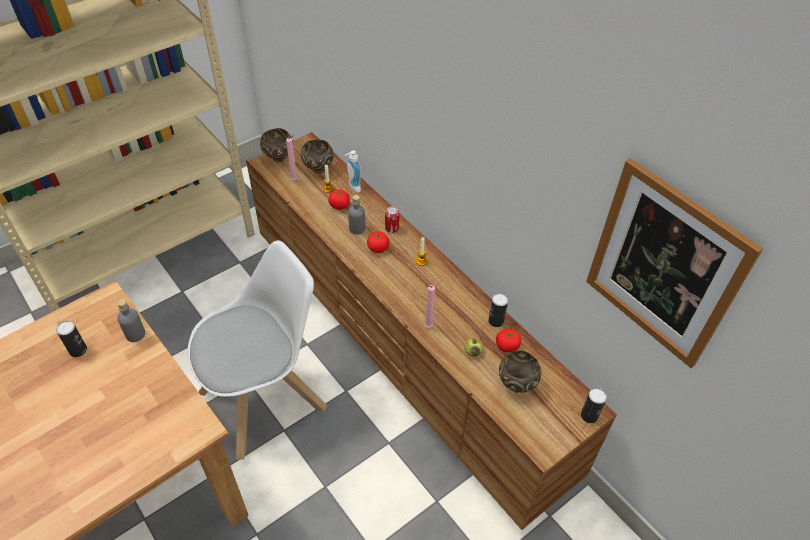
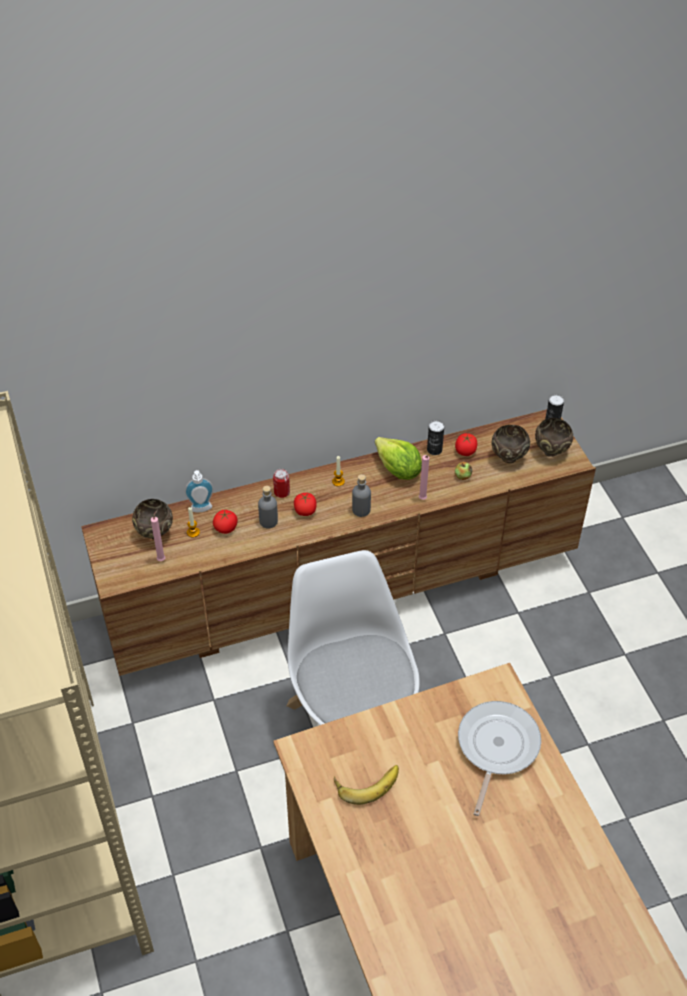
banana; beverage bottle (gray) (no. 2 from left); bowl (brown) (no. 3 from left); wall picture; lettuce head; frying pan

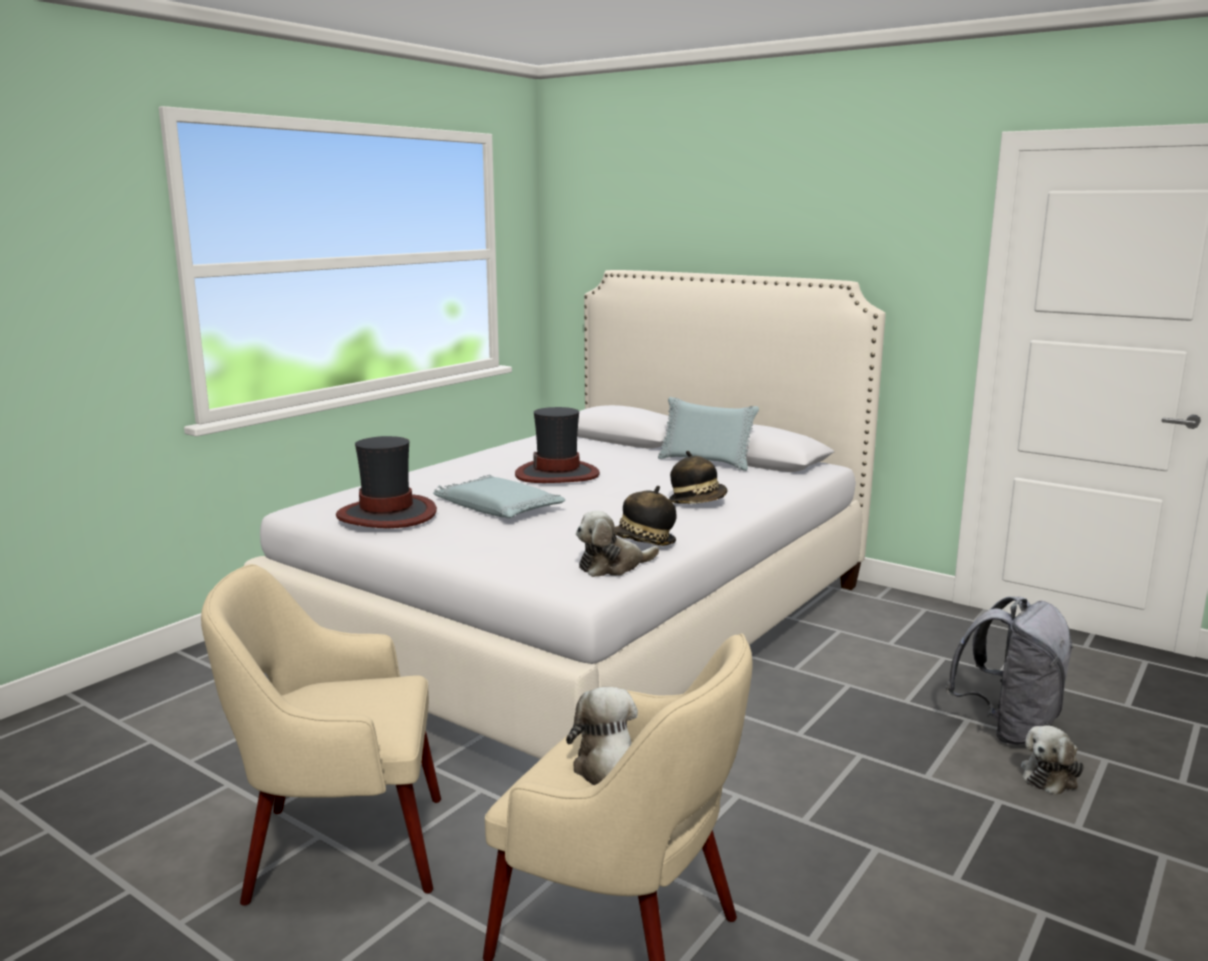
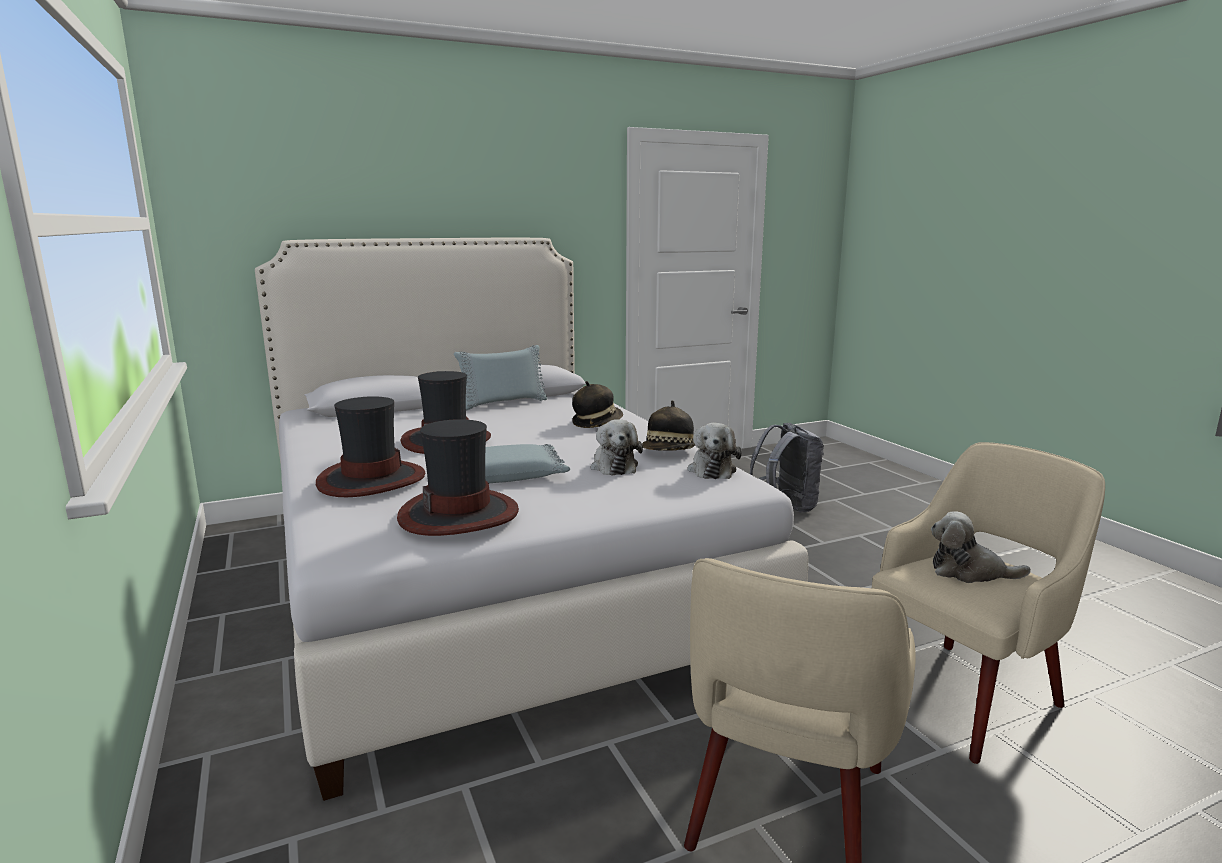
plush toy (no. 1 from left); hat (no. 1 from left)

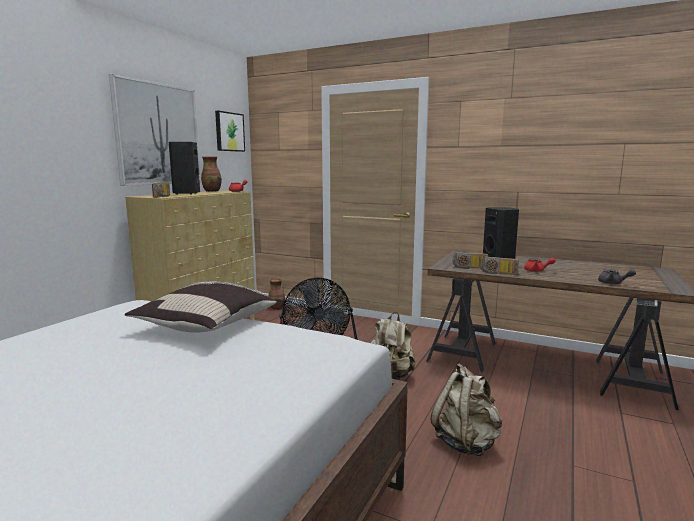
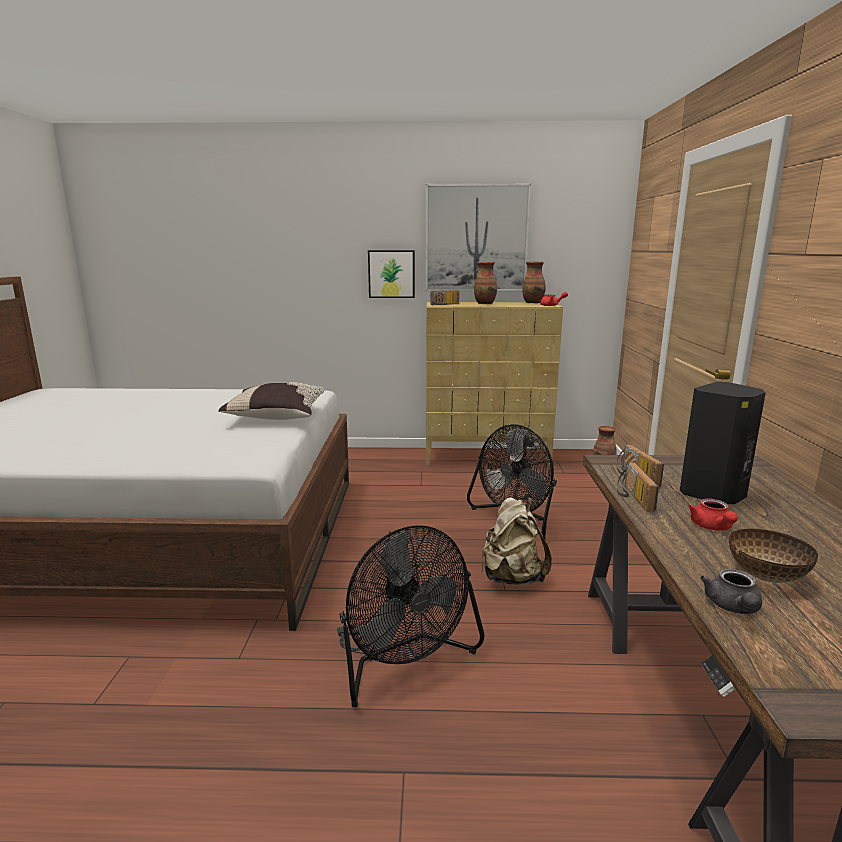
vase (no. 1 from left); wall picture (no. 1 from left); fan (black-coloured) (no. 1 from left); bowl

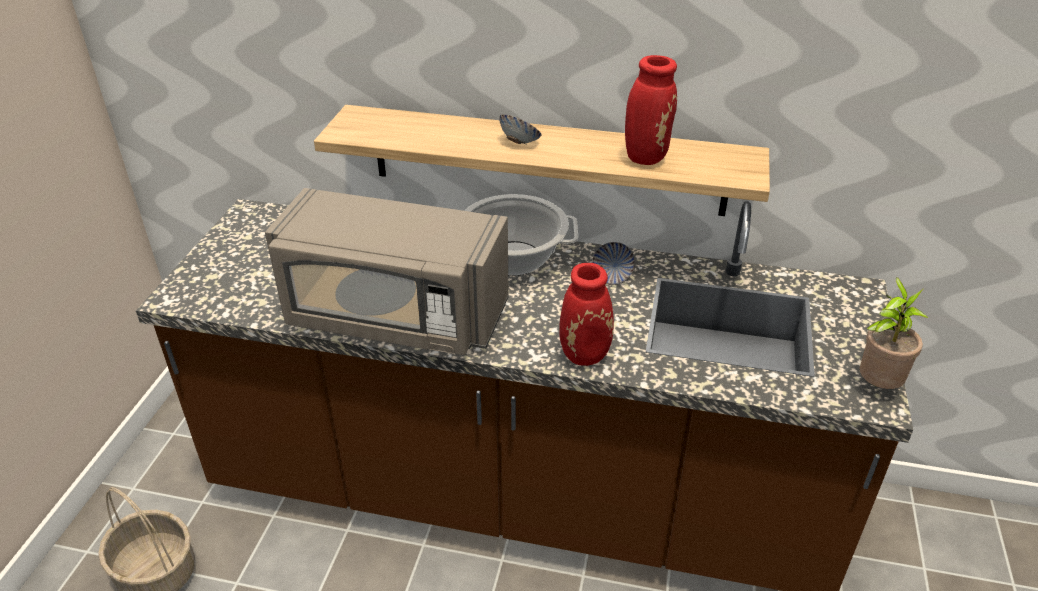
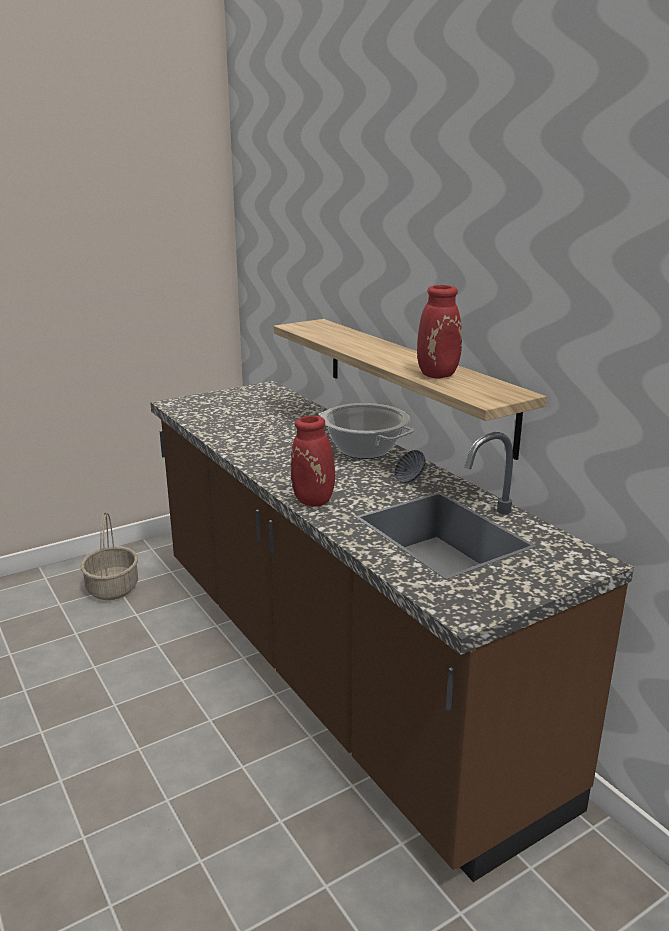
kitchen microwave (gray); bowl (no. 1 from left in the first image); plant in a pot

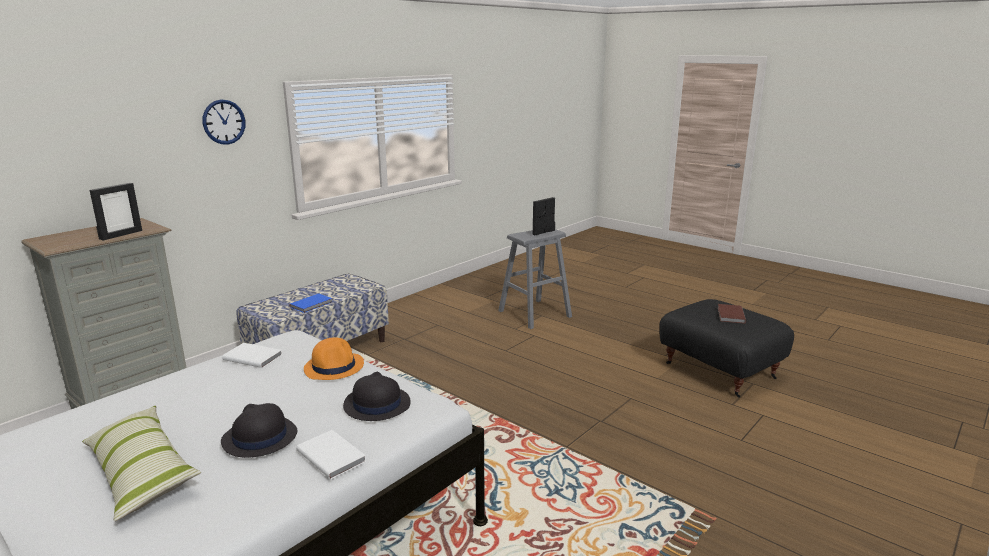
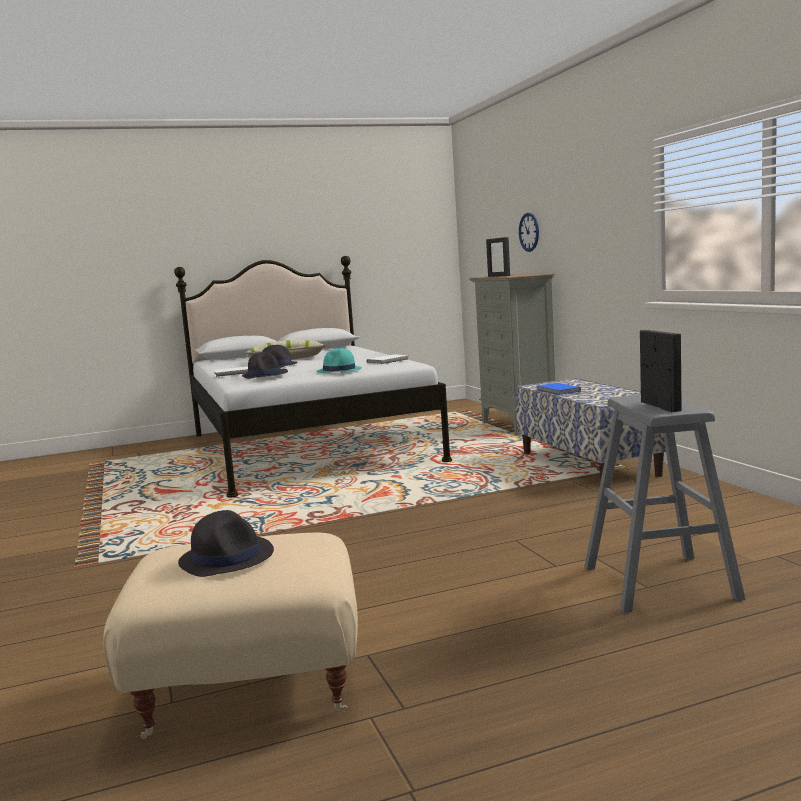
wall clock; hat (turquoise); ottoman (beige); hat (black-coloured) (no. 1 from left)

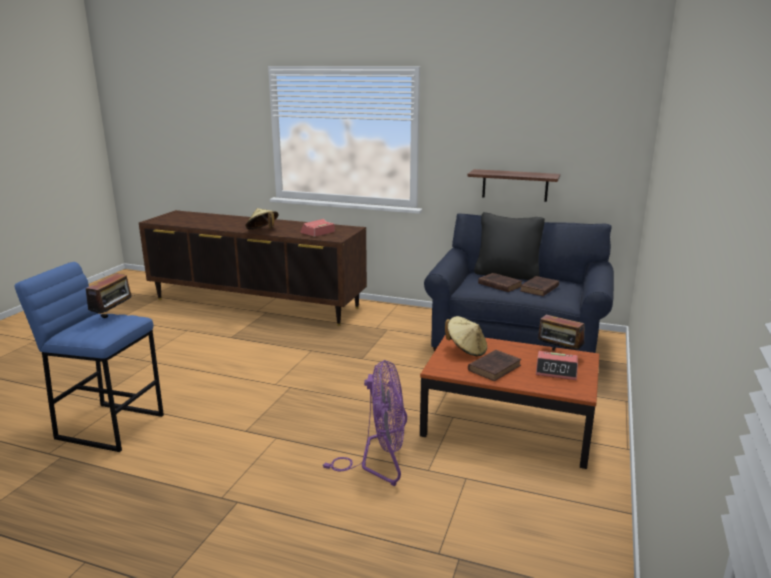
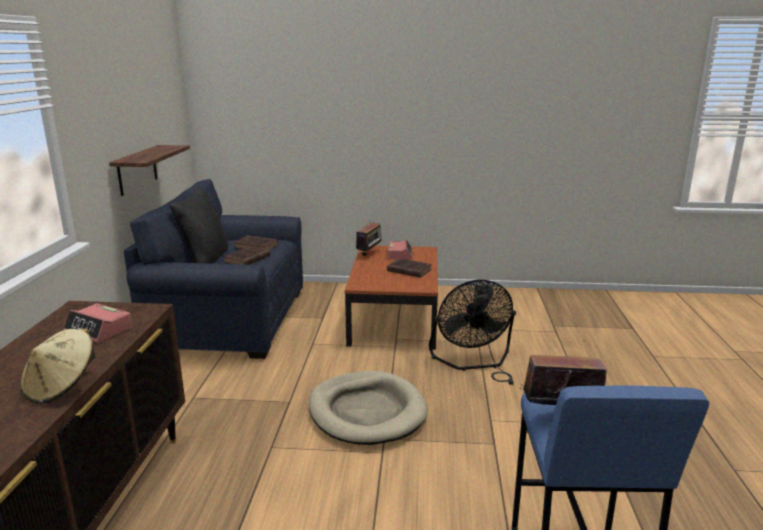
fan (black-coloured); hat (beige) (no. 2 from left in the first image); dog cushion (beige)

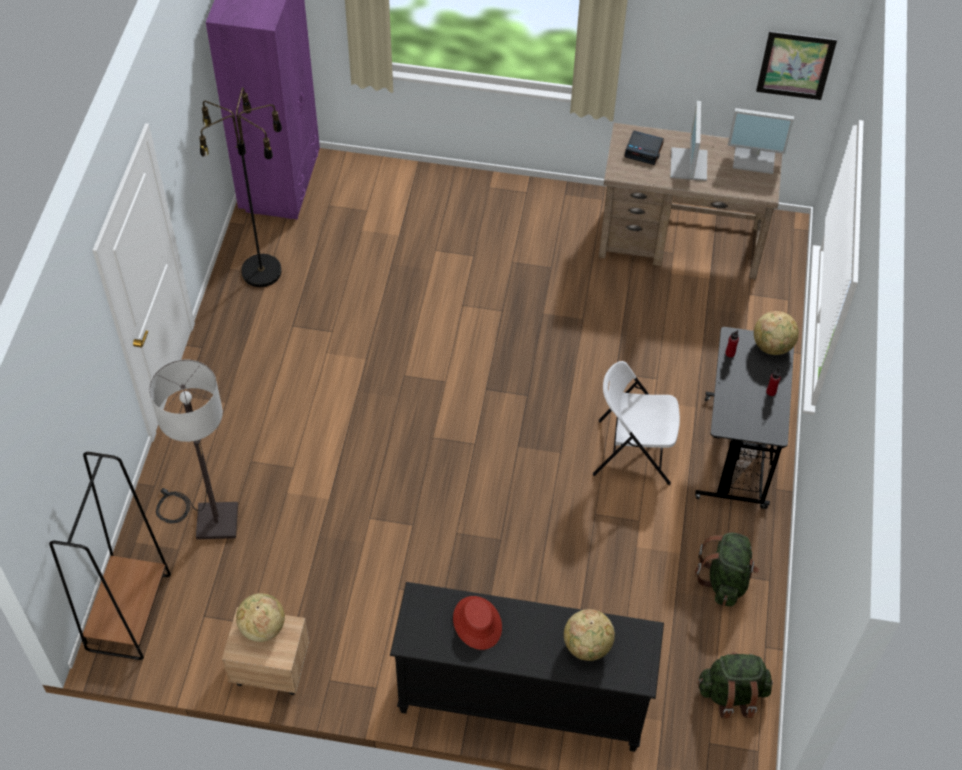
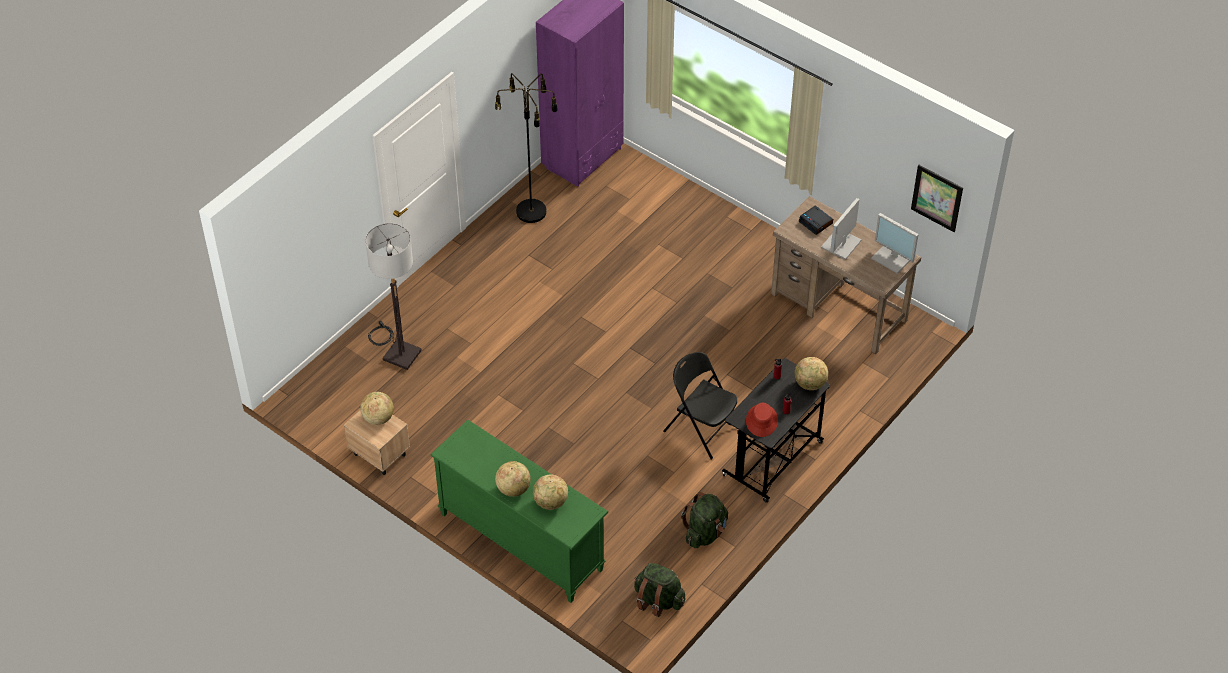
garment stand; drawer chest (greenish); hat (red); upright chair (black-coloured); desk globe (no. 2 from left)

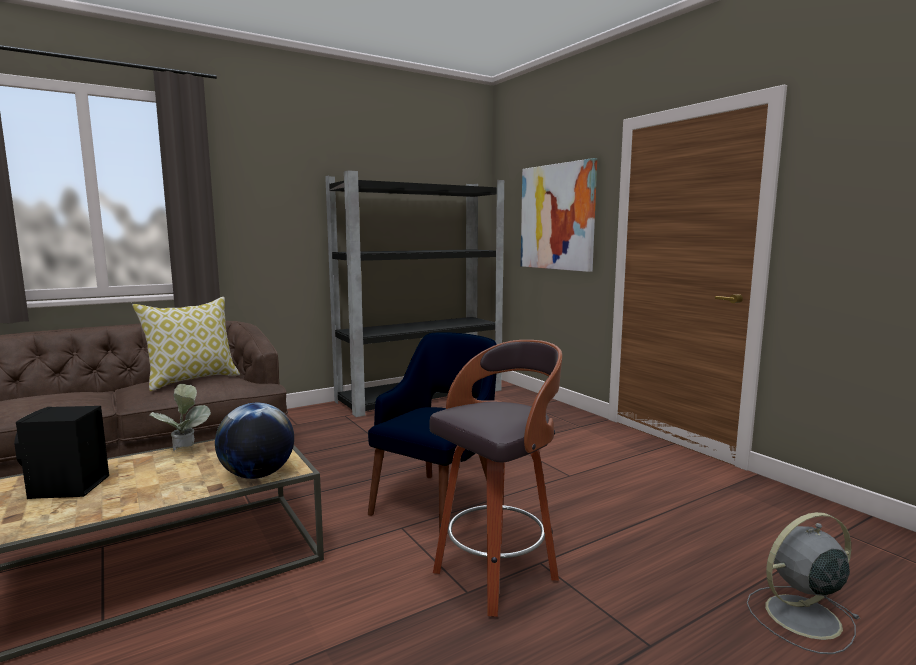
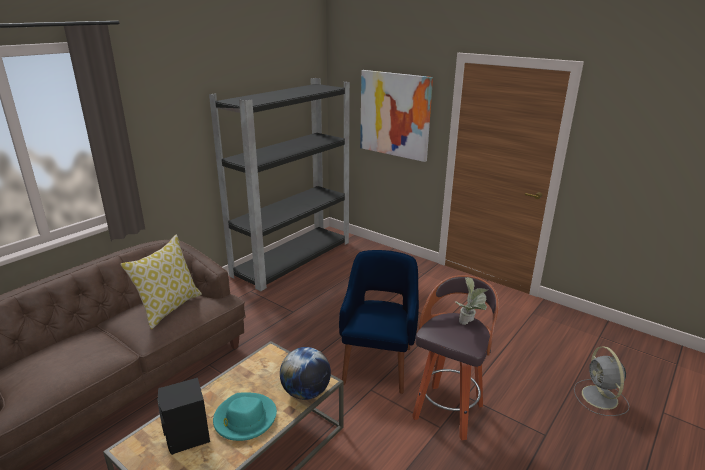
plant in a pot; fan (gray); hat (turquoise)

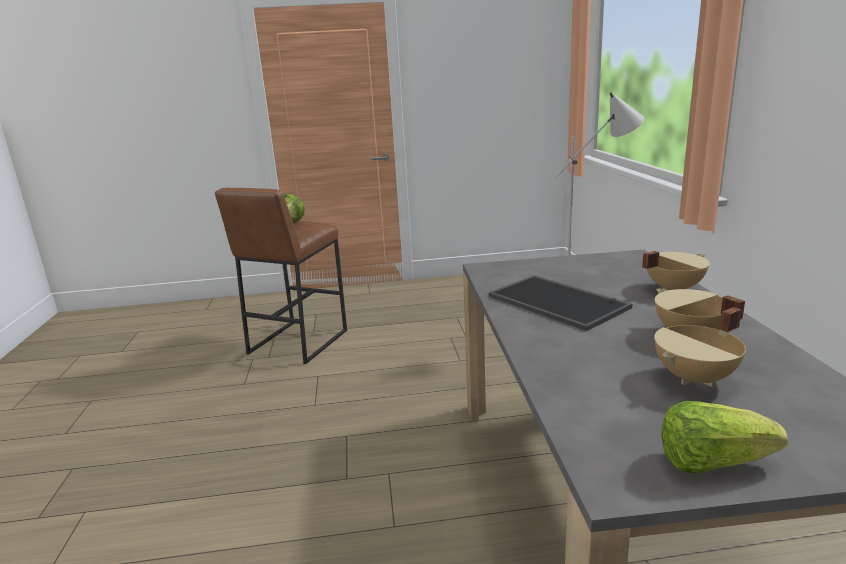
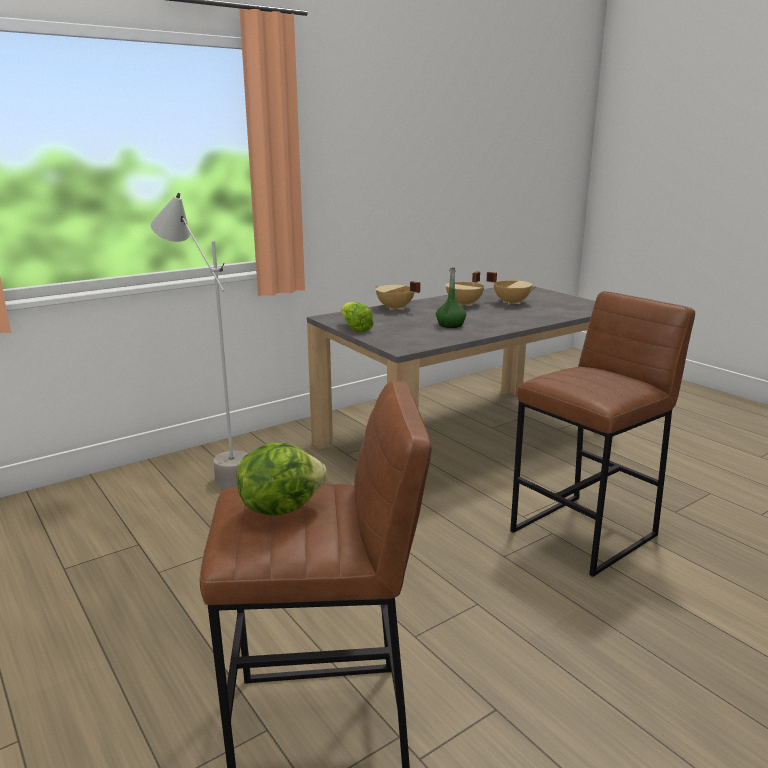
beverage bottle (greenish); lettuce head (no. 2 from left); stool (brown) (no. 2 from left)

